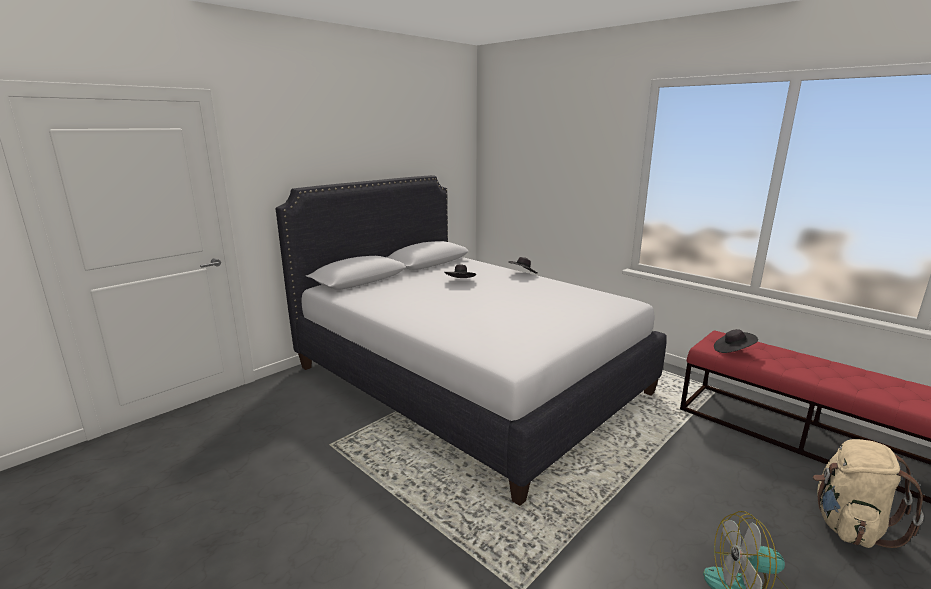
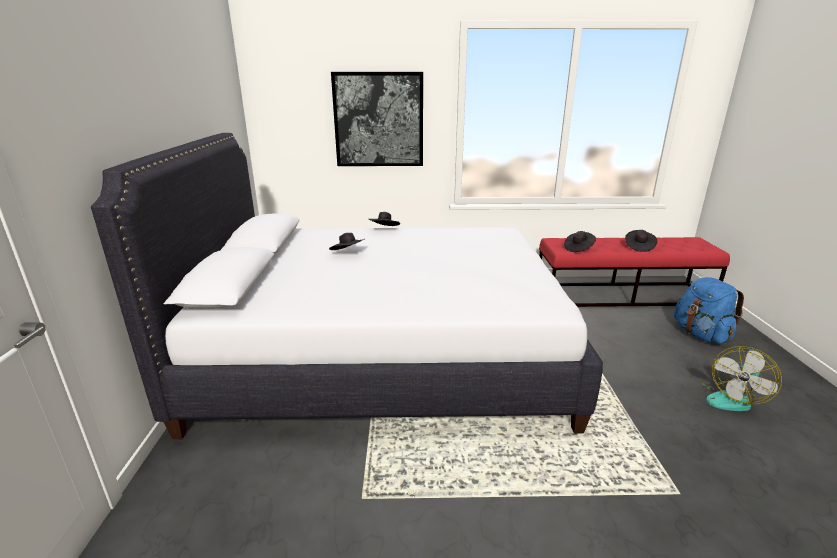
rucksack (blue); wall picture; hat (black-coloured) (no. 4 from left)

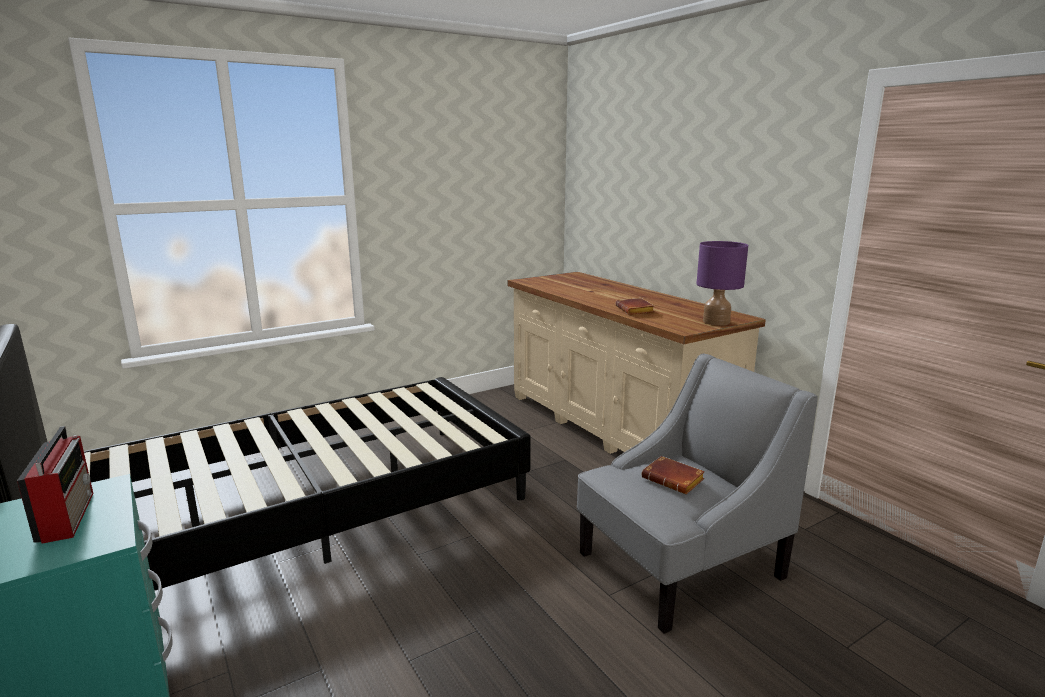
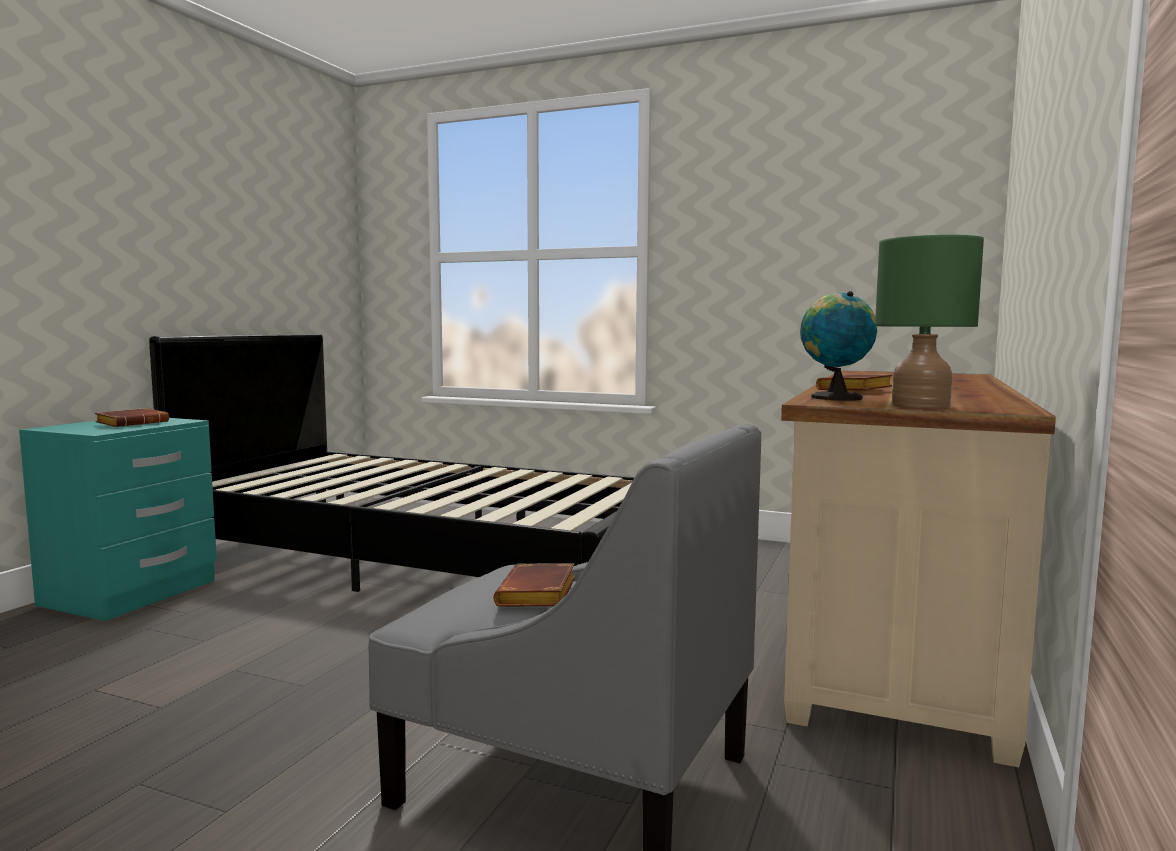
book (brown) (no. 1 from left); table lamp (greenish); desk globe

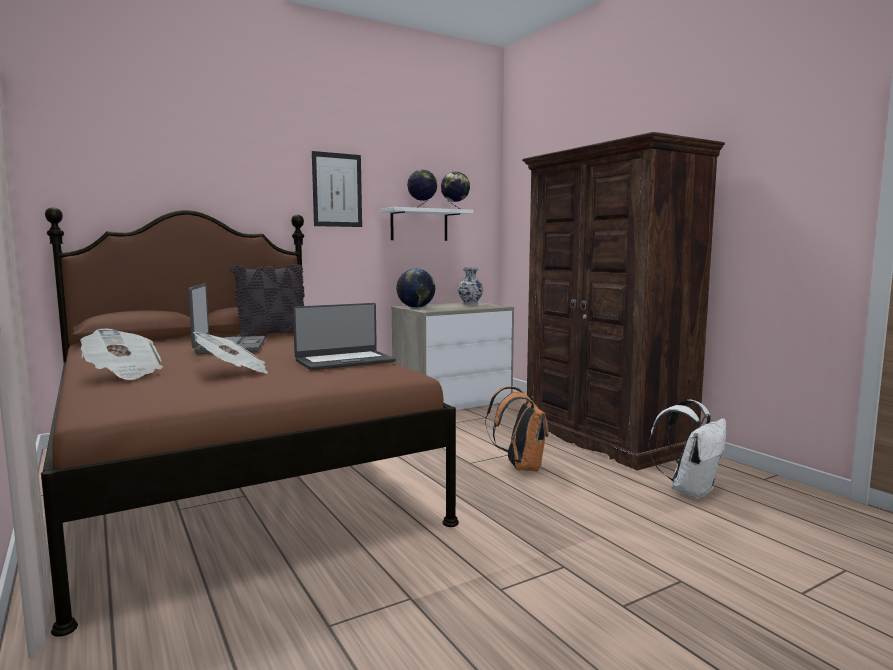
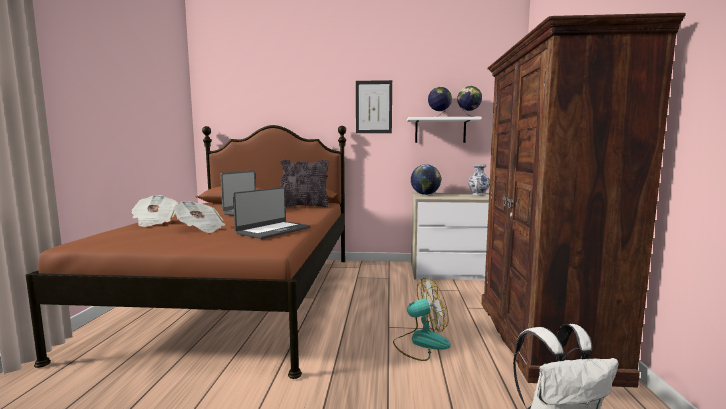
laptop (no. 2 from left); fan

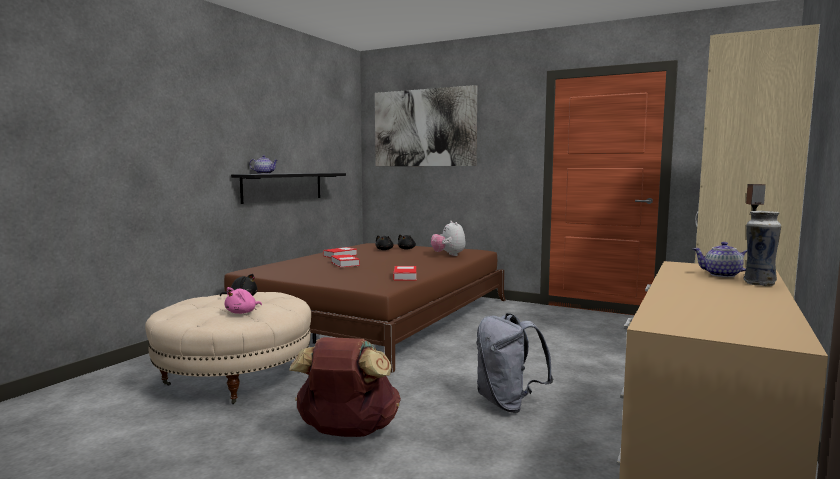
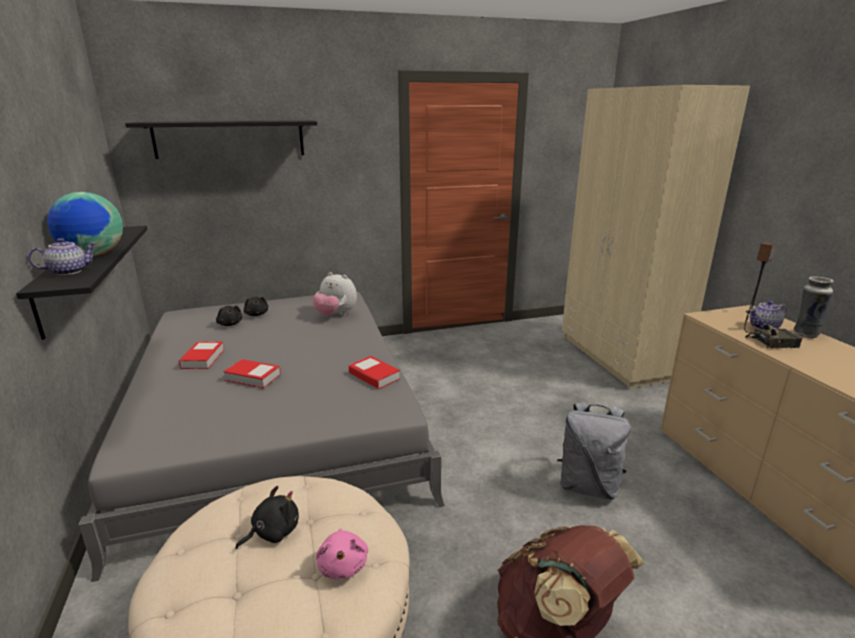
bed (gray); wall shelf (black-coloured) (no. 2 from left); desk globe; radio set

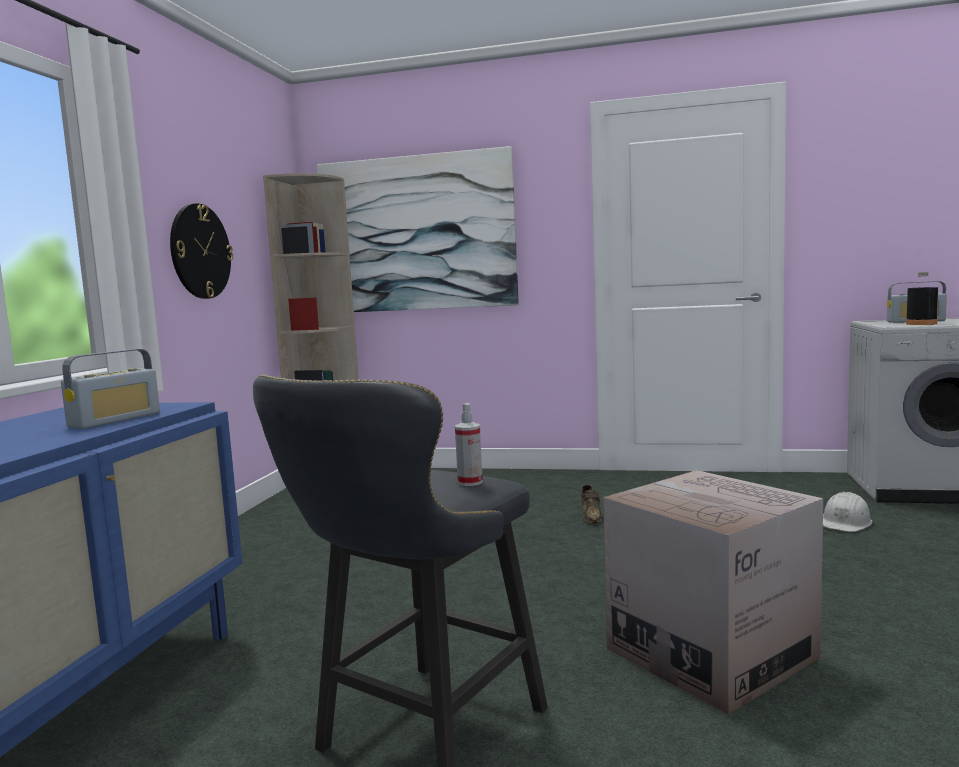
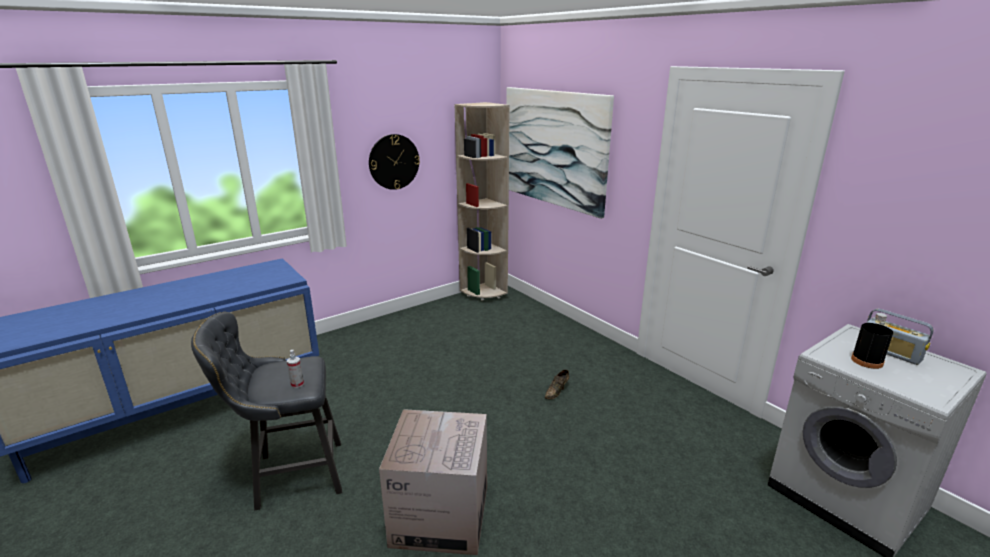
radio set (no. 1 from left in the first image); hard hat (whitish)

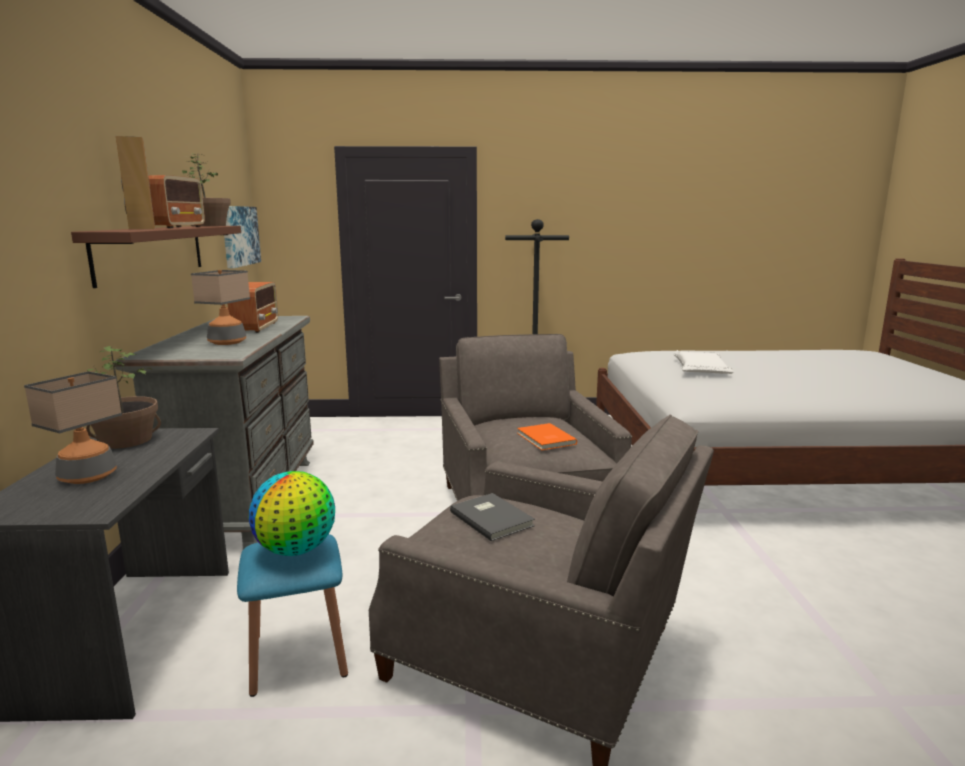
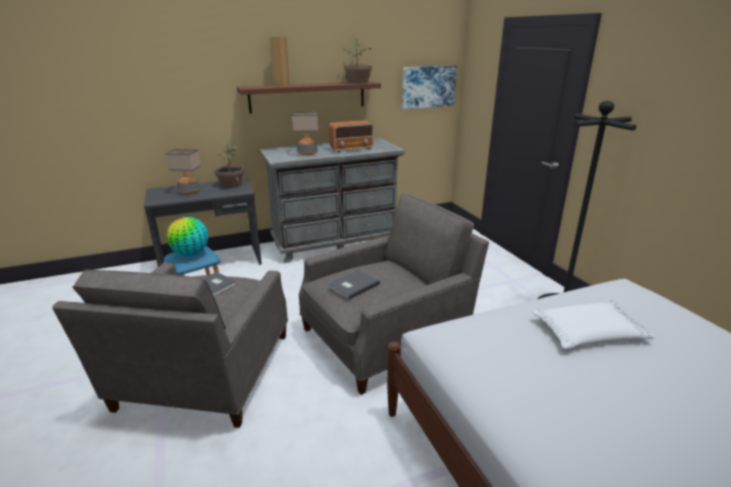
radio set (no. 1 from left in the first image); book (gray) (no. 2 from left)

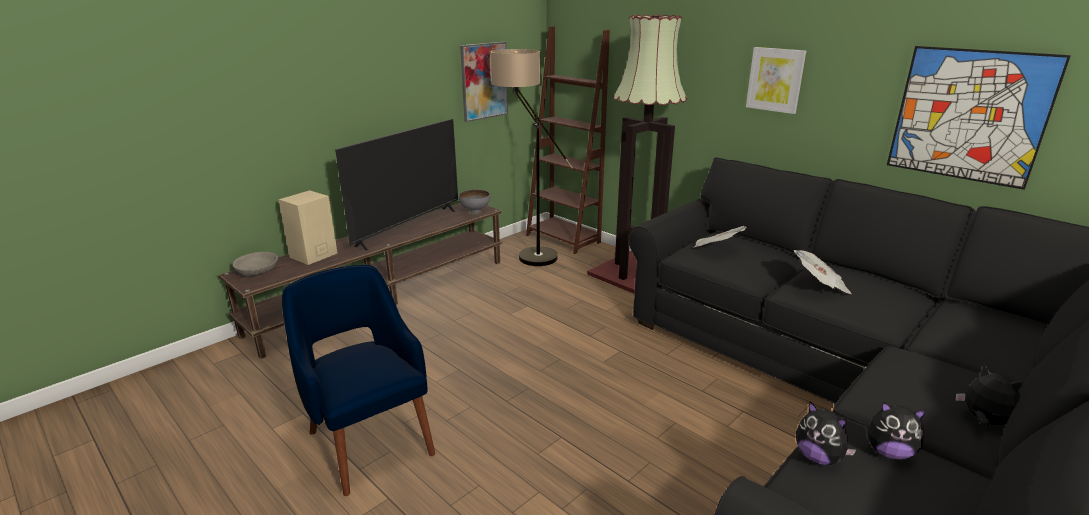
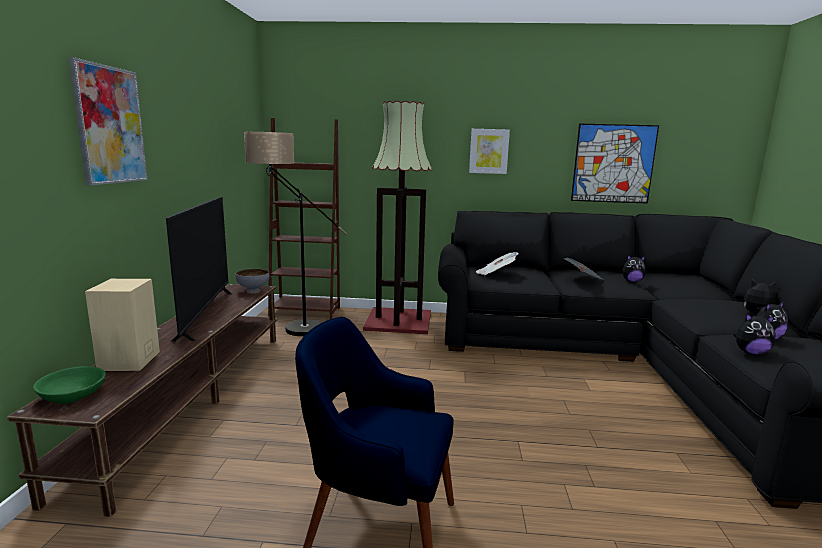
bowl (greenish); wall picture (no. 1 from left); plush toy (no. 1 from left)

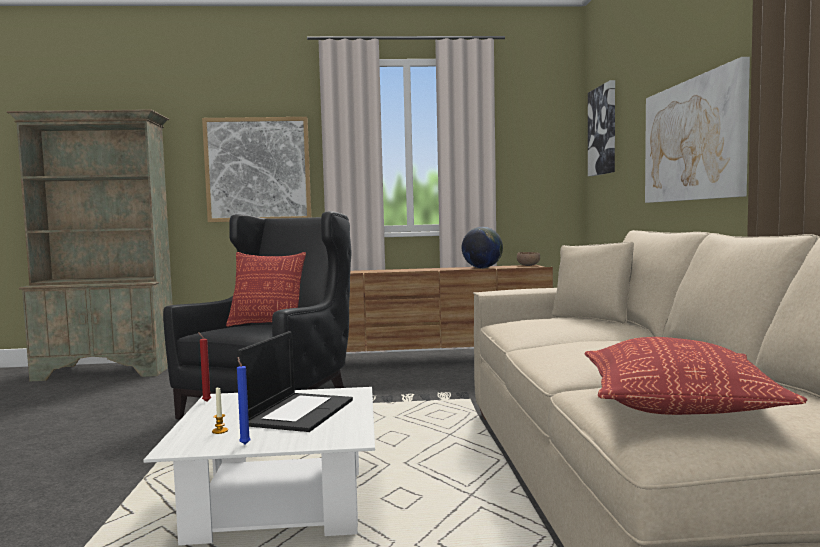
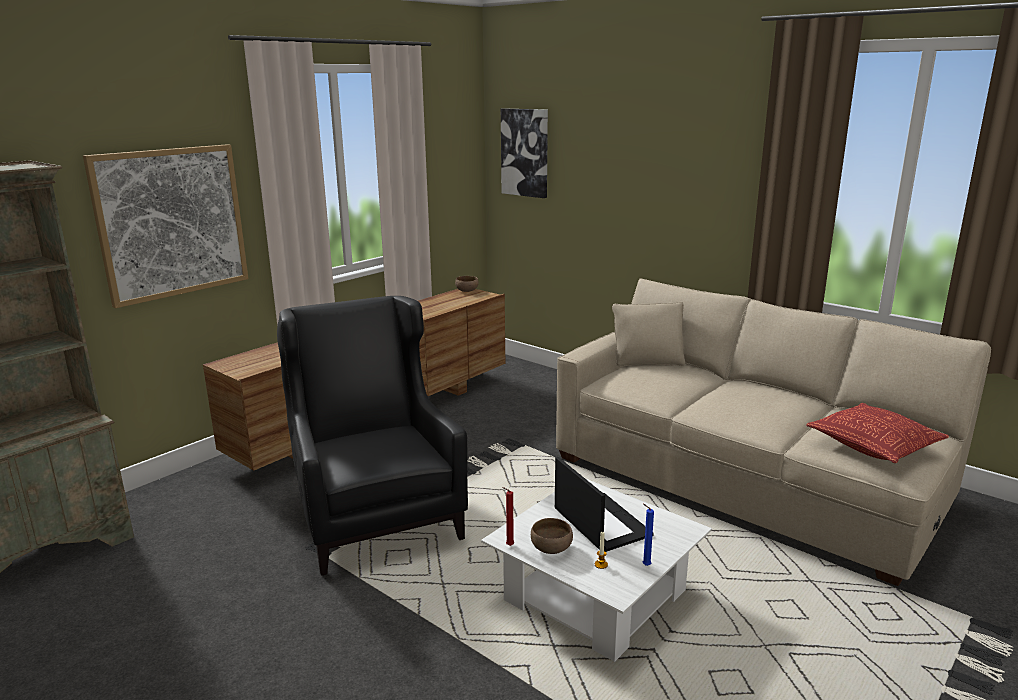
pillow (red) (no. 1 from left in the first image); desk globe; wall picture (no. 3 from left in the first image); bowl (brown) (no. 2 from left)

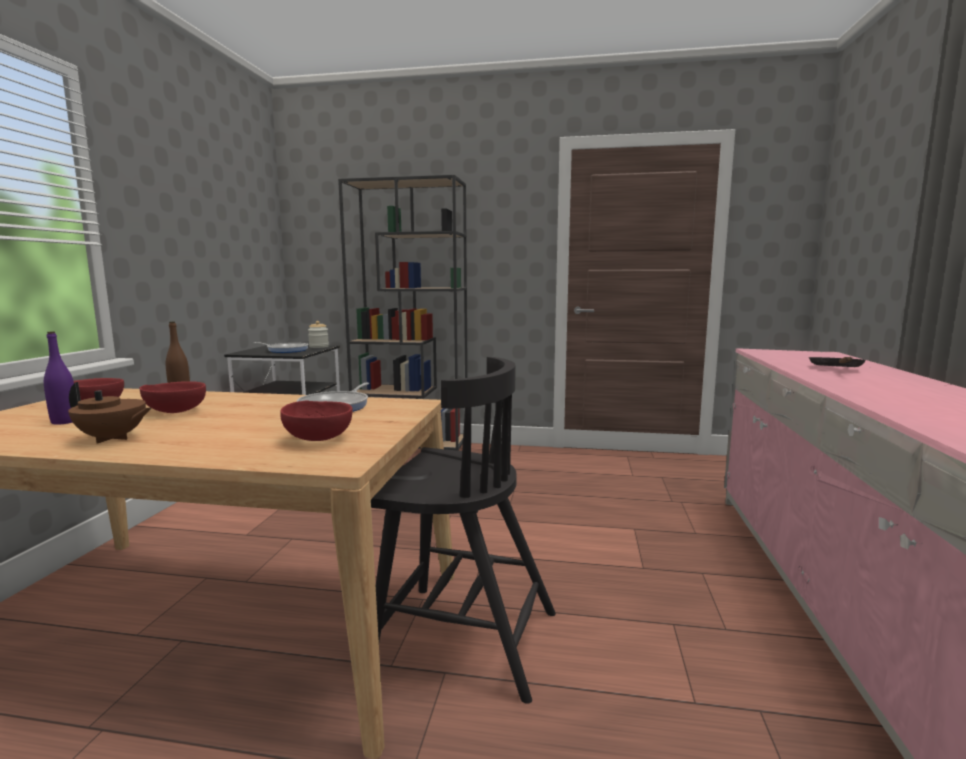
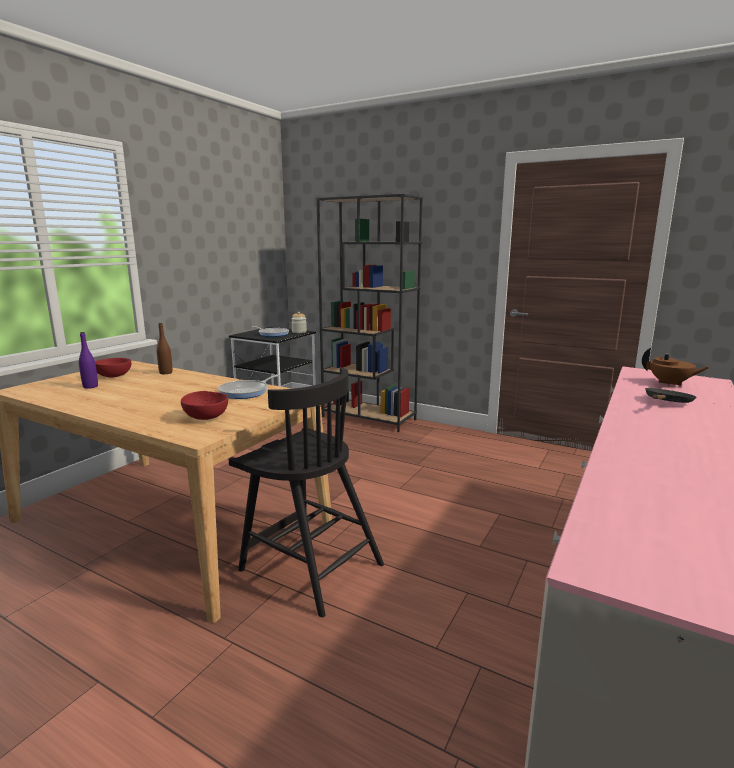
teapot (brown); bowl (red) (no. 2 from left in the first image)

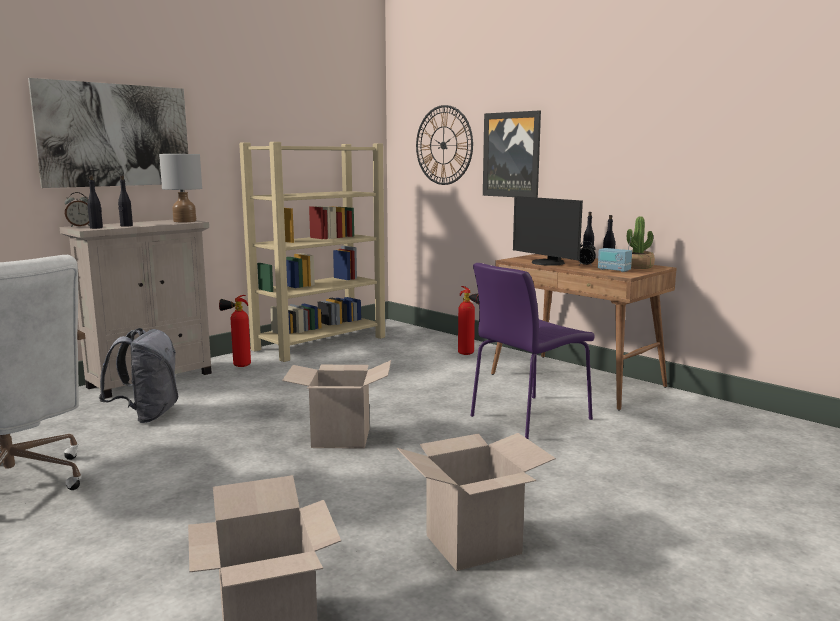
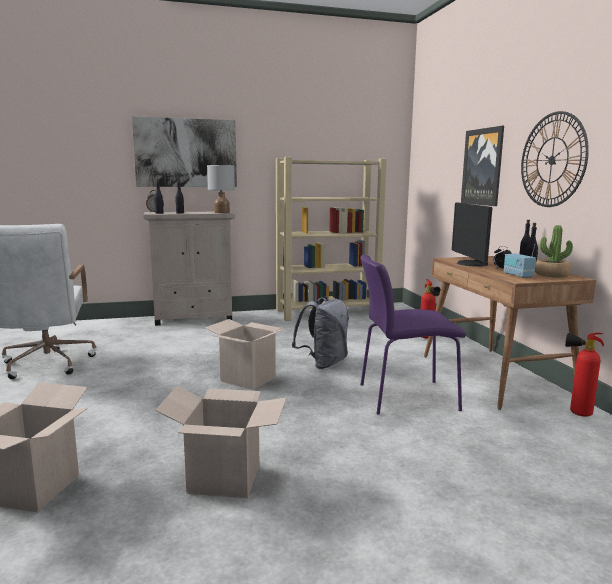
rucksack (gray); extinguisher (no. 2 from left); wall clock

